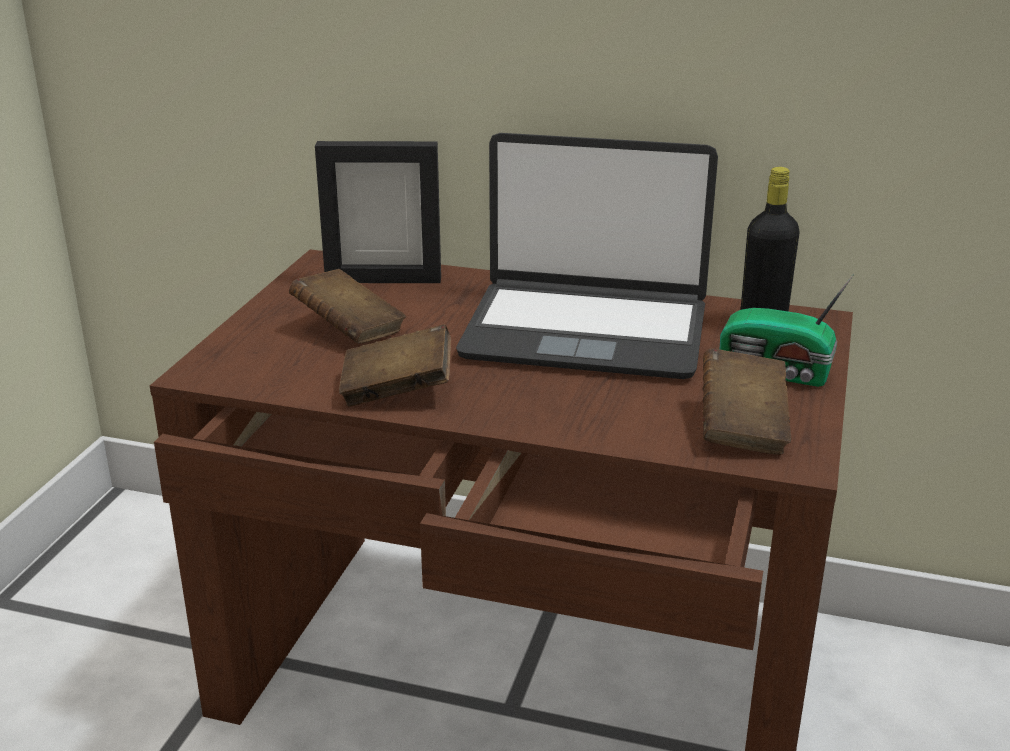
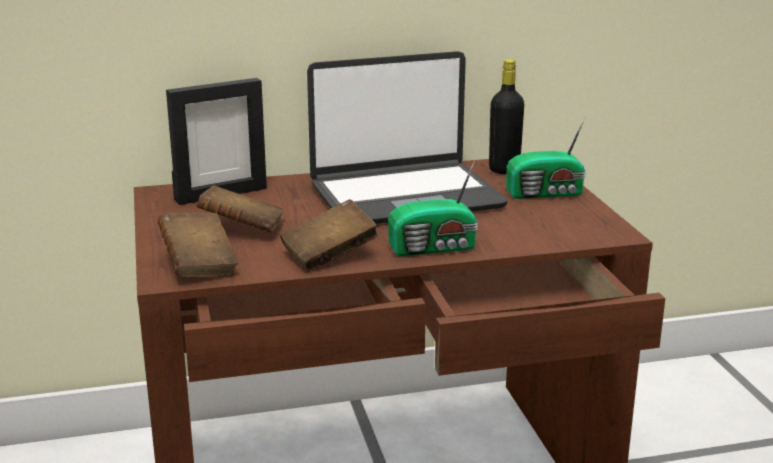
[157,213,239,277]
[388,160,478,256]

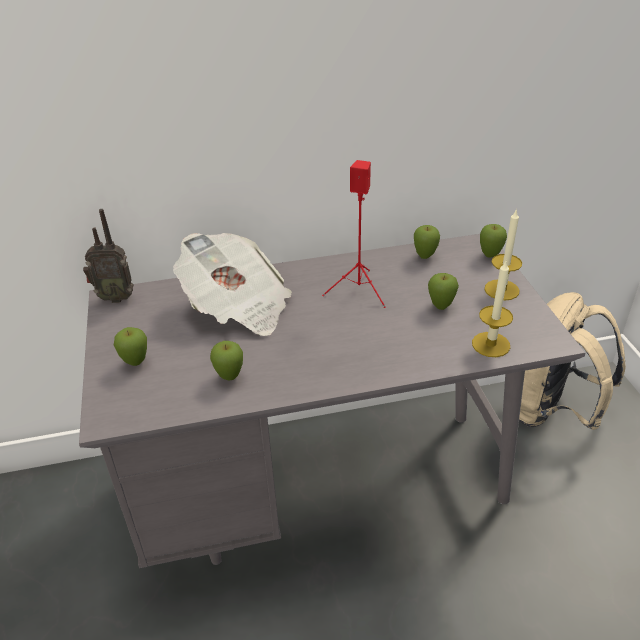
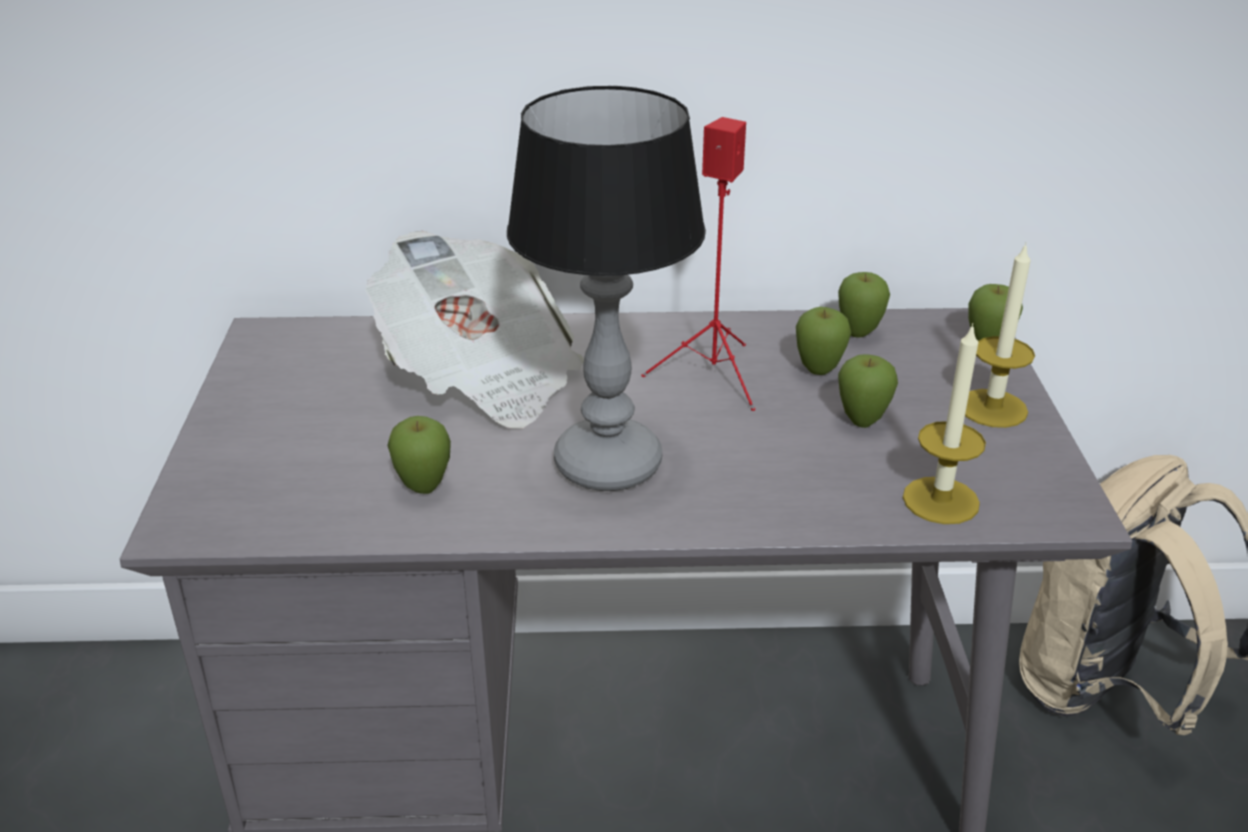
[83,209,134,303] (first image)
[796,307,851,375]
[507,86,706,491]

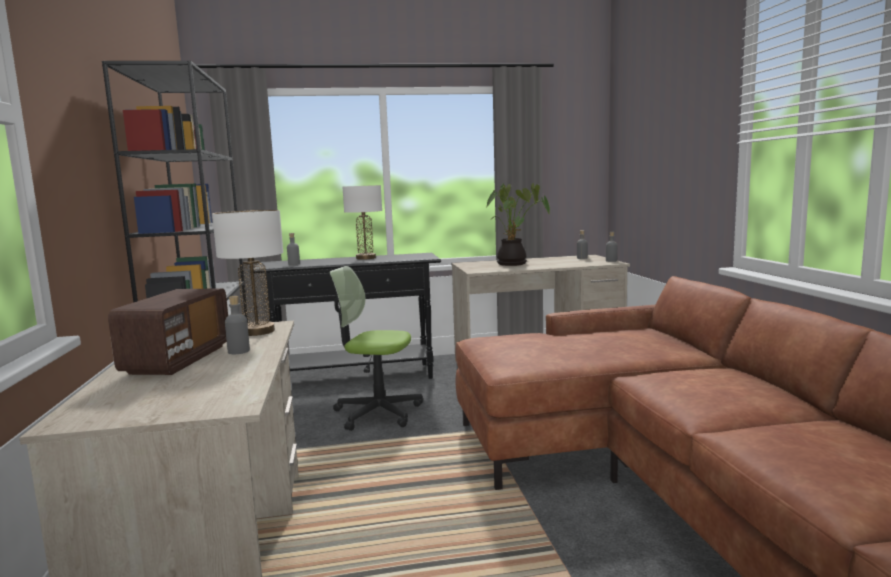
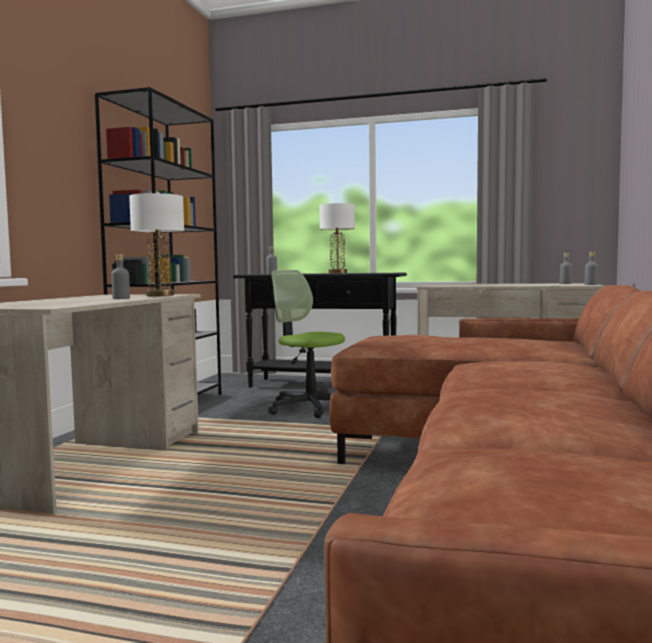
[108,288,228,375] (first image)
[486,183,550,266] (first image)

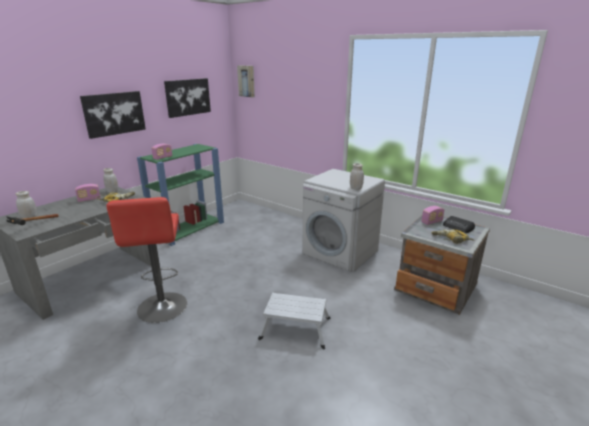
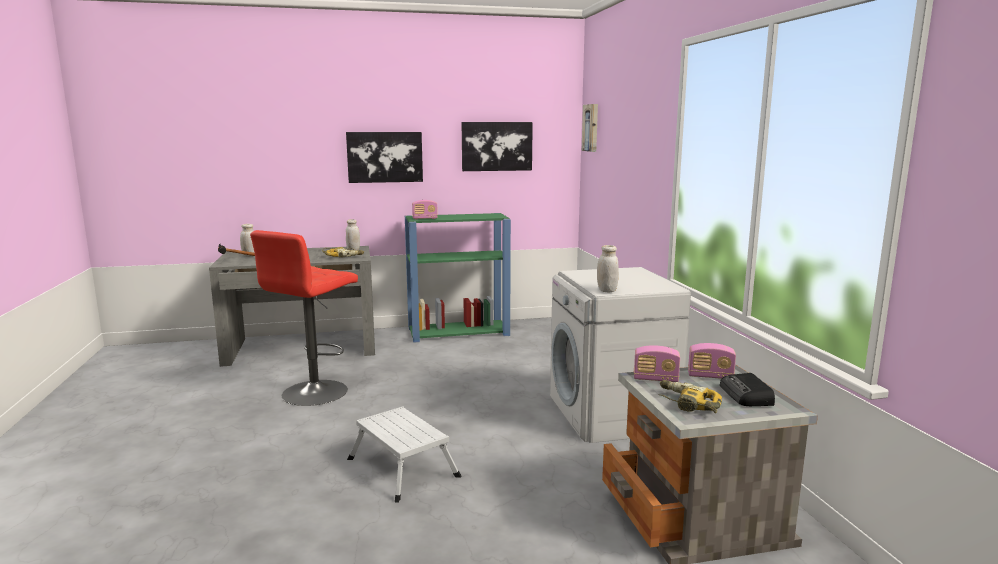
[634,345,680,382]

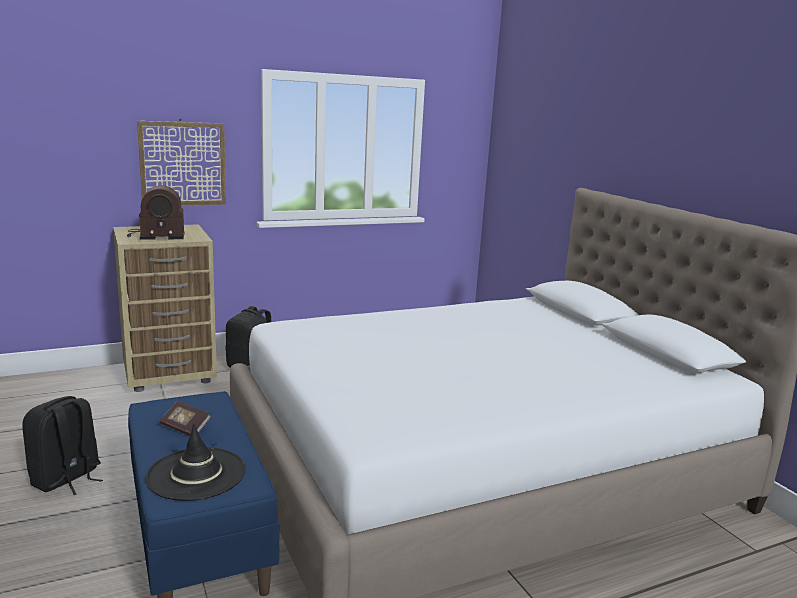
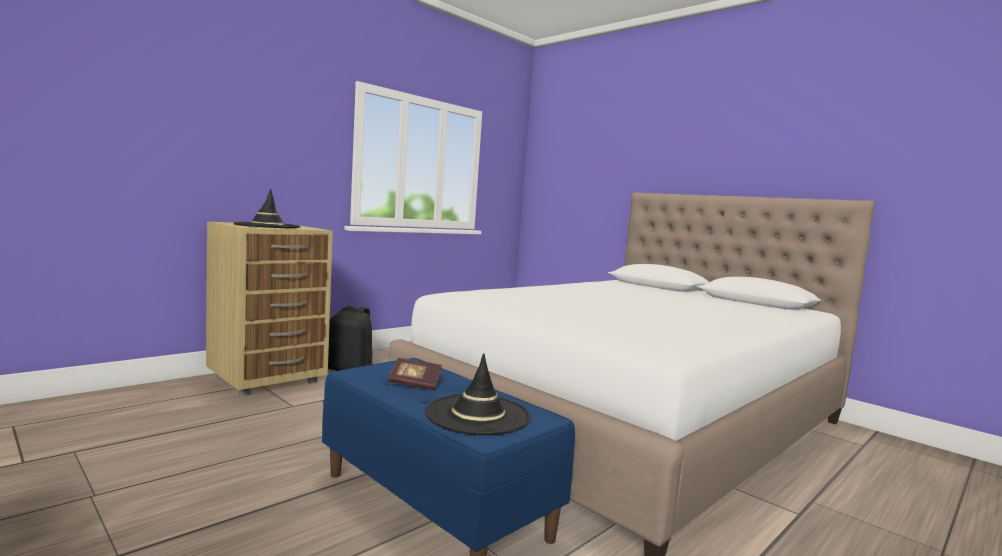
[22,396,103,495] (first image)
[234,188,300,228]
[137,119,226,205] (first image)

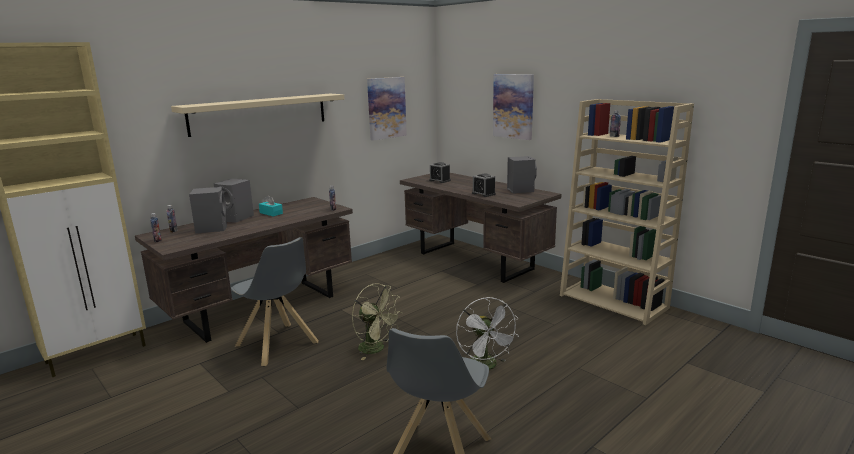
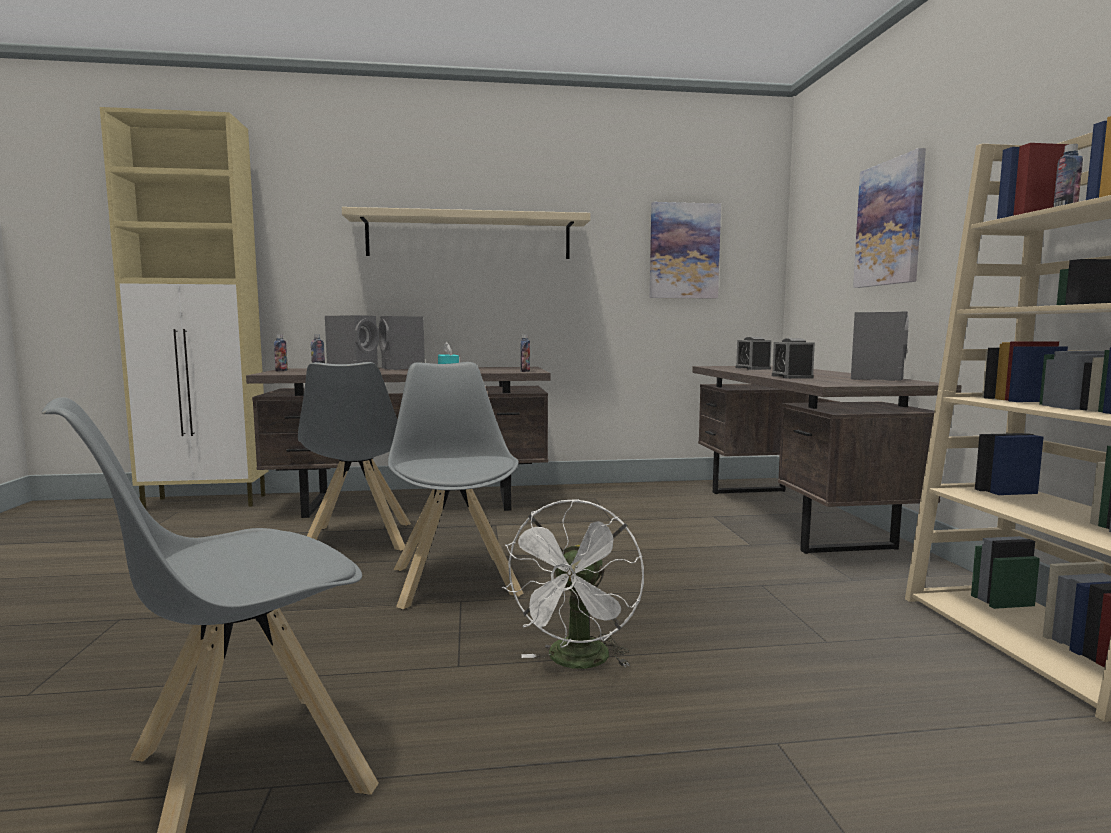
[388,362,523,609]

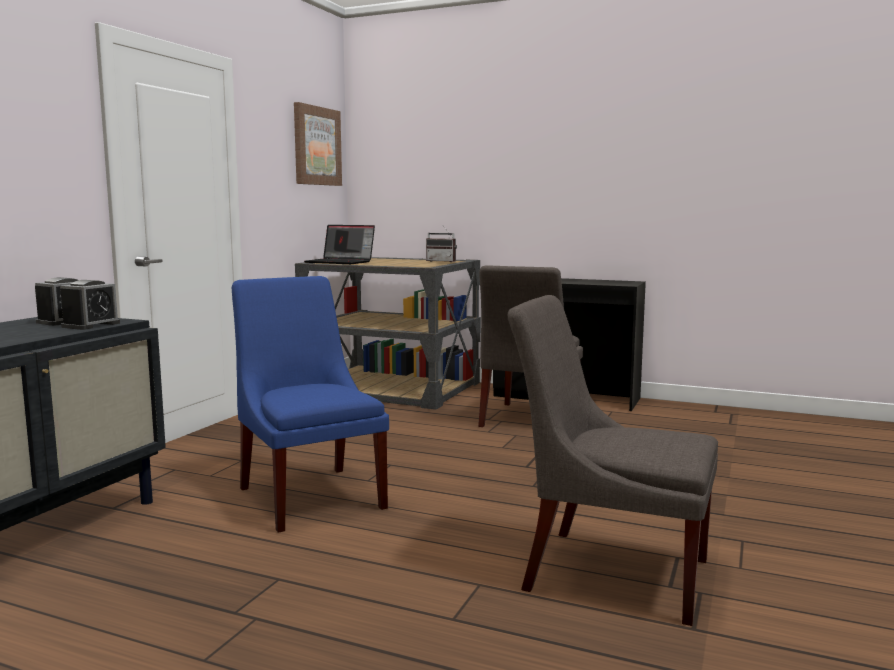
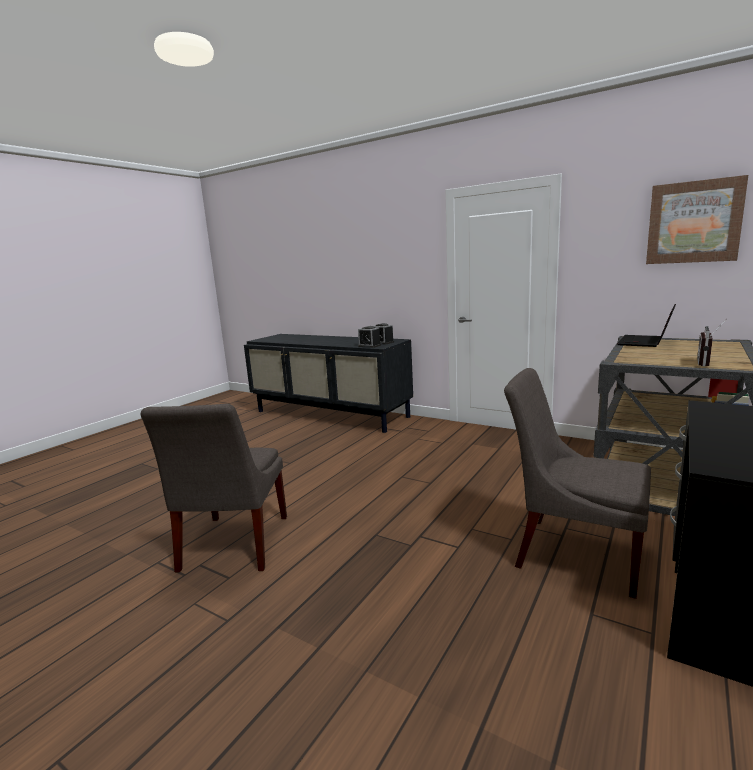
[232,276,389,533] (first image)
[141,404,287,572]

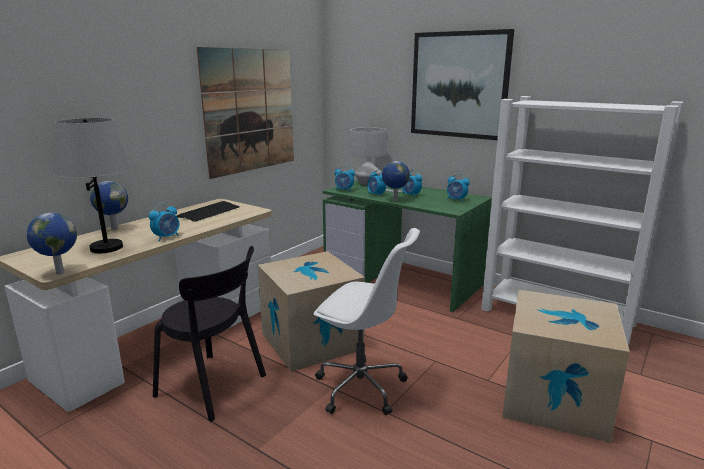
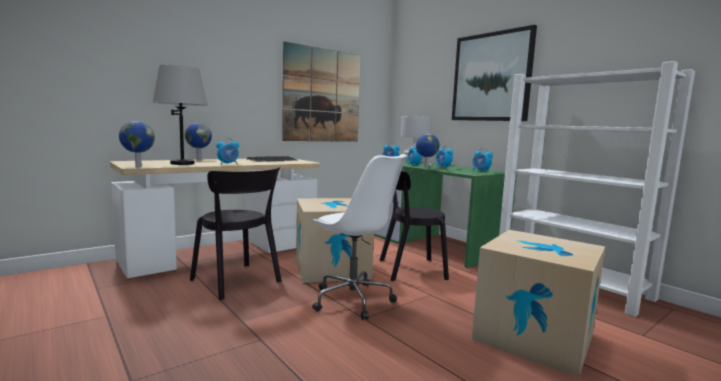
[379,171,449,281]

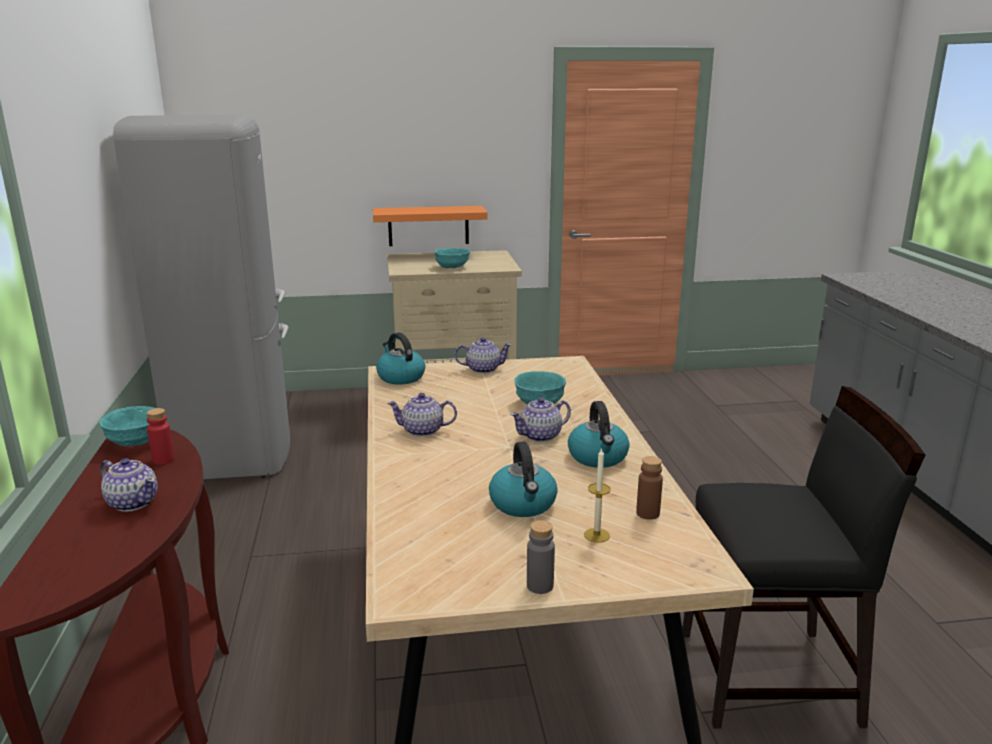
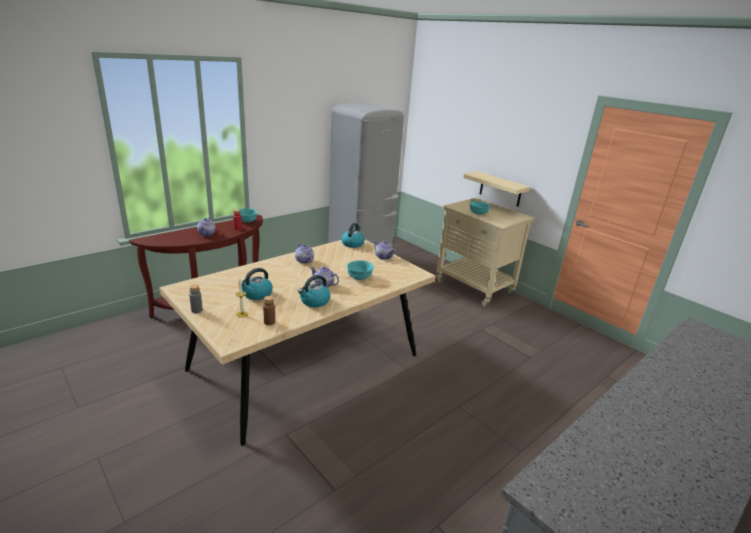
[462,171,531,207]
[683,386,925,729] (first image)

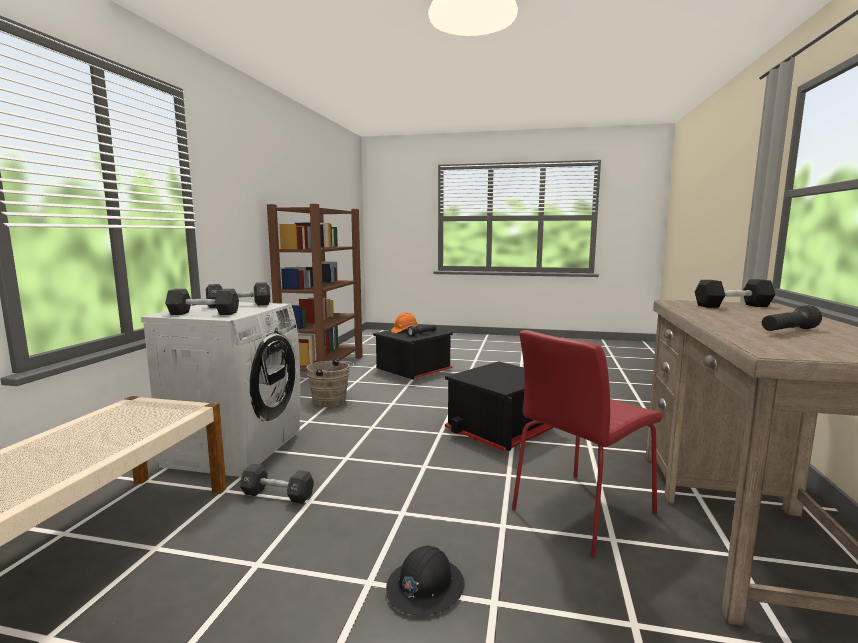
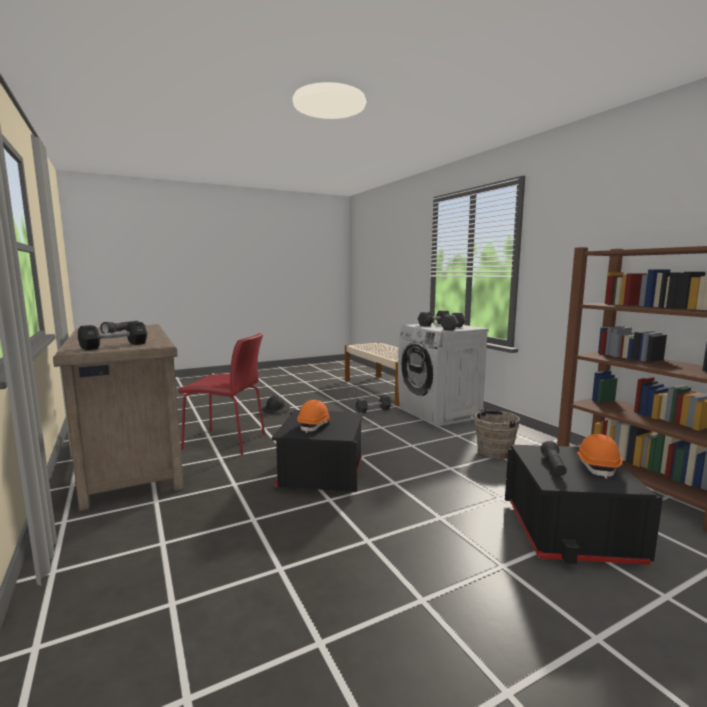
[178,333,265,455]
[297,400,332,433]

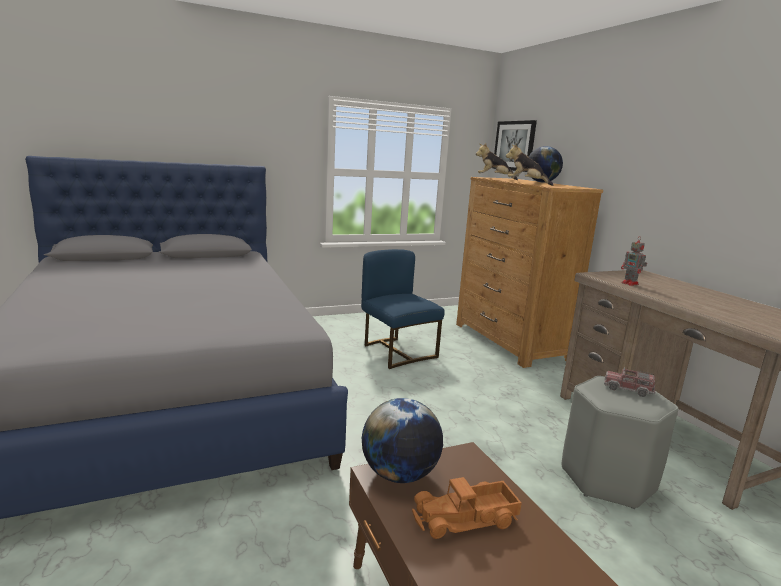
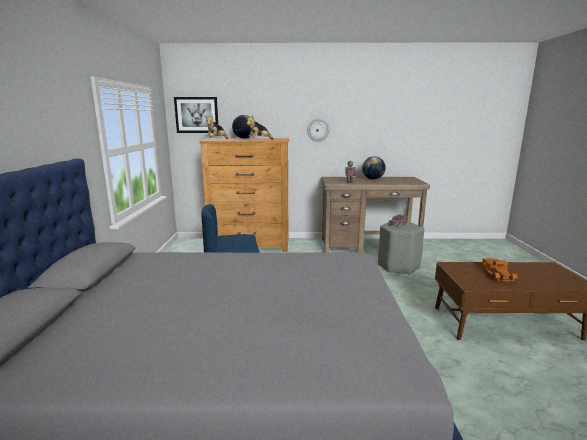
[362,156,386,179]
[307,119,329,142]

